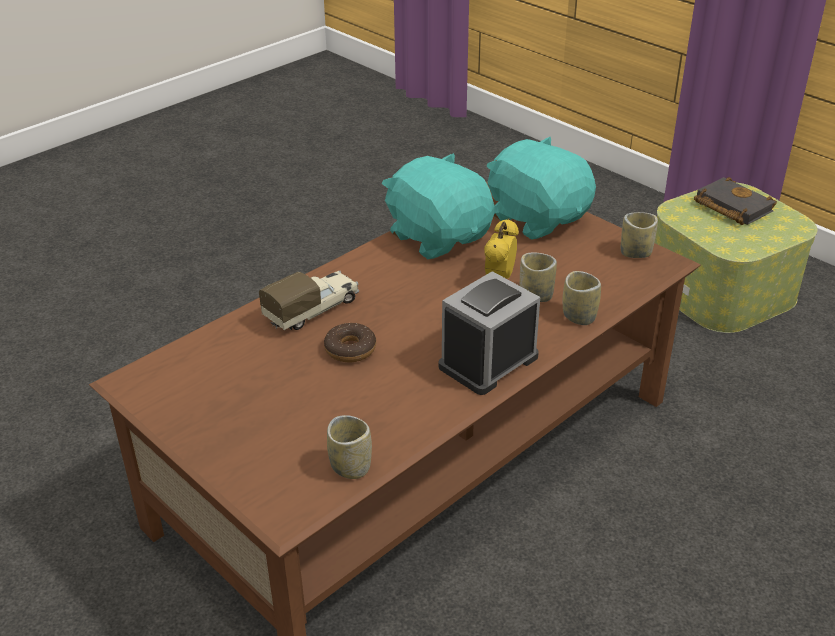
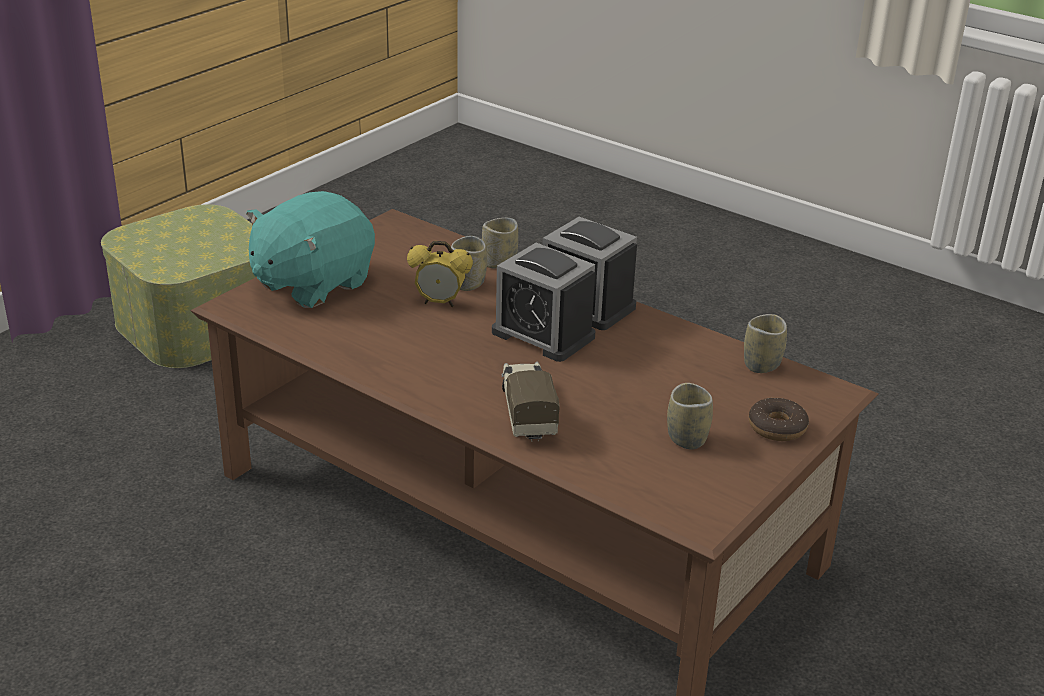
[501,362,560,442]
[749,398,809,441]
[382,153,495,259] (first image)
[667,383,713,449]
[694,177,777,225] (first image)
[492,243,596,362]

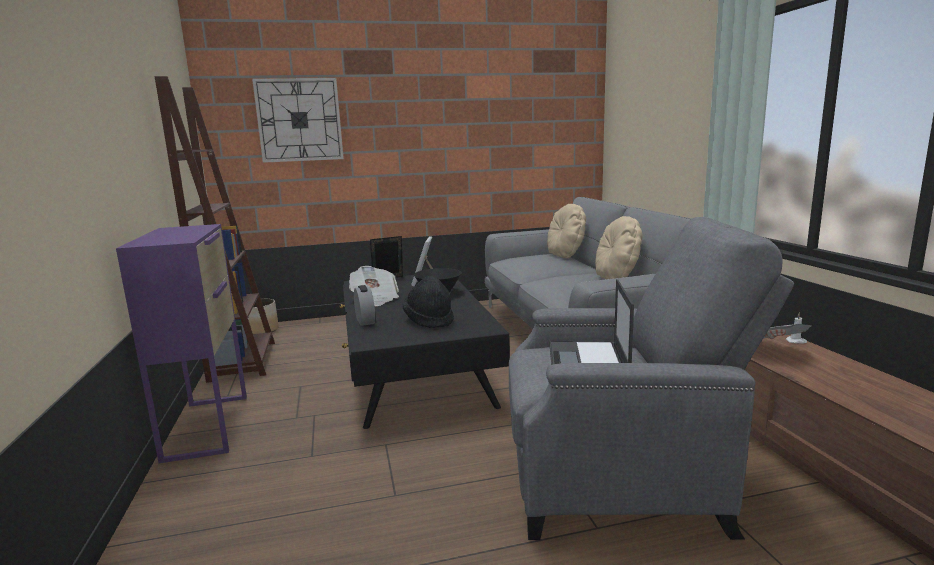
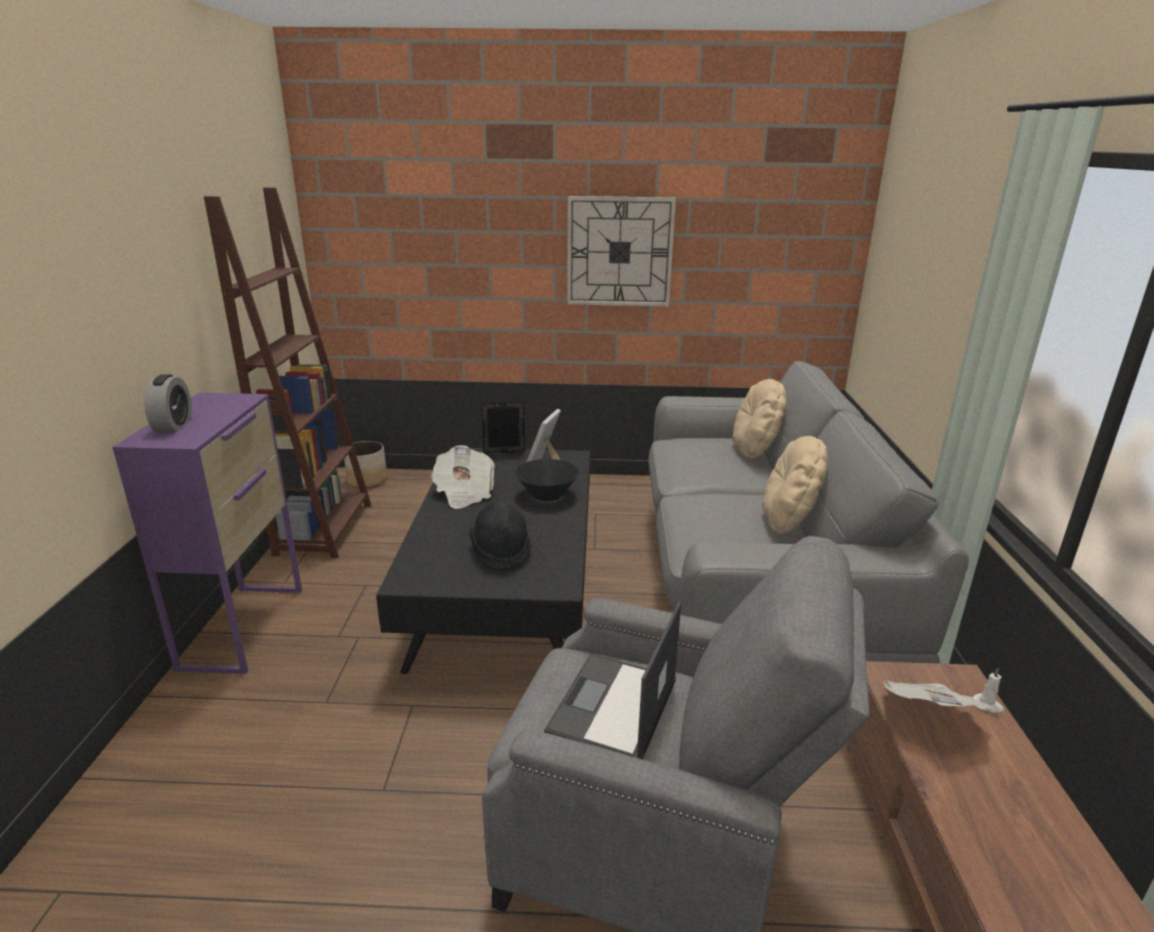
[567,196,676,306]
[144,374,192,433]

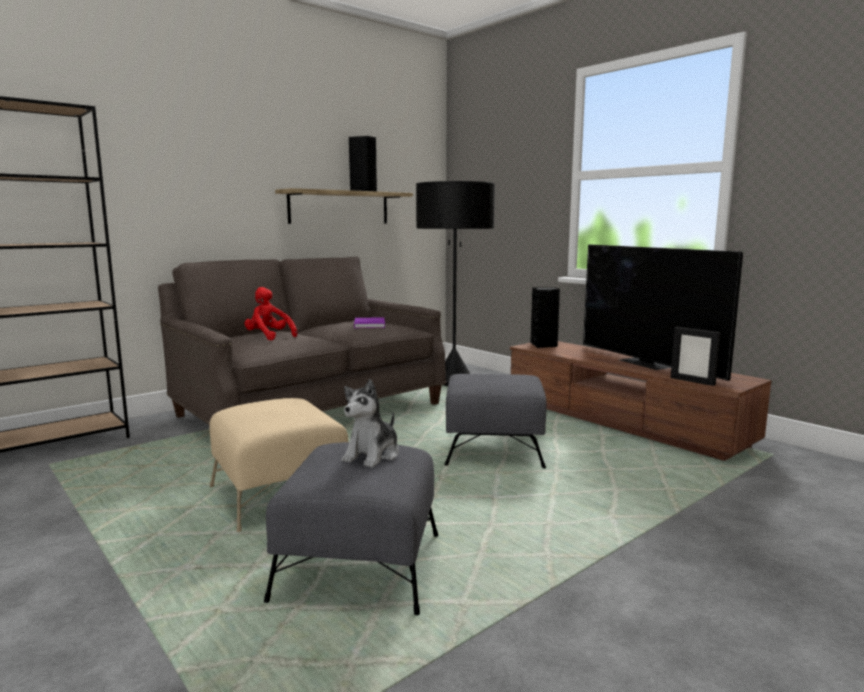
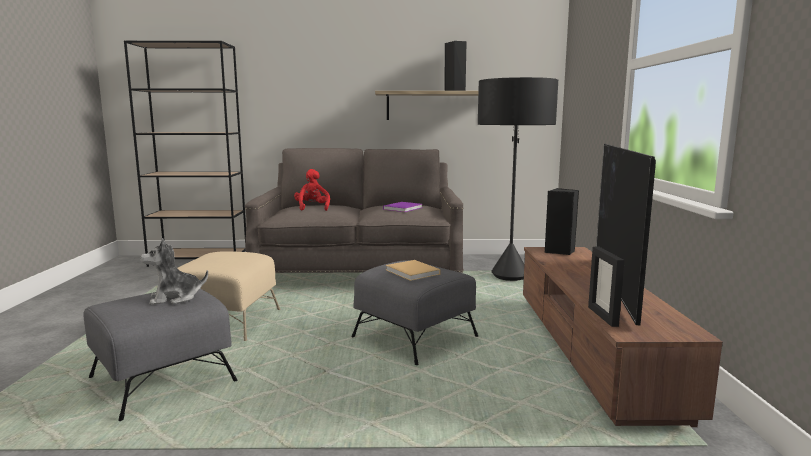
[385,260,440,281]

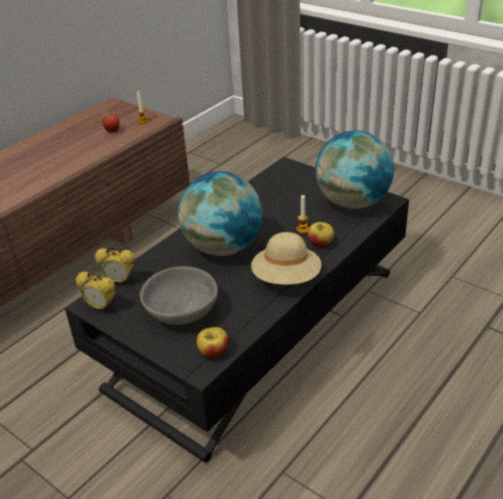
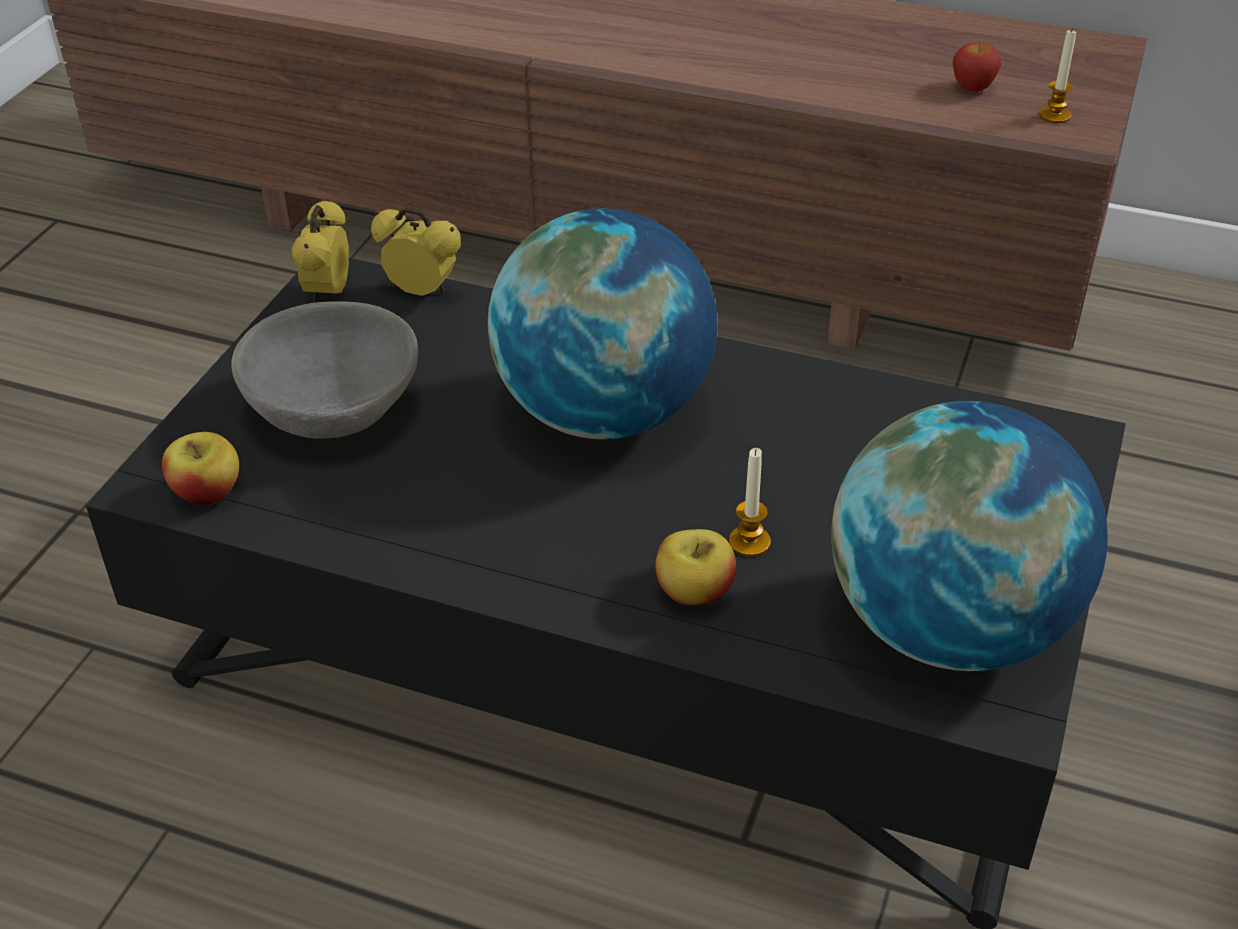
[371,206,461,296]
[251,232,321,285] (first image)

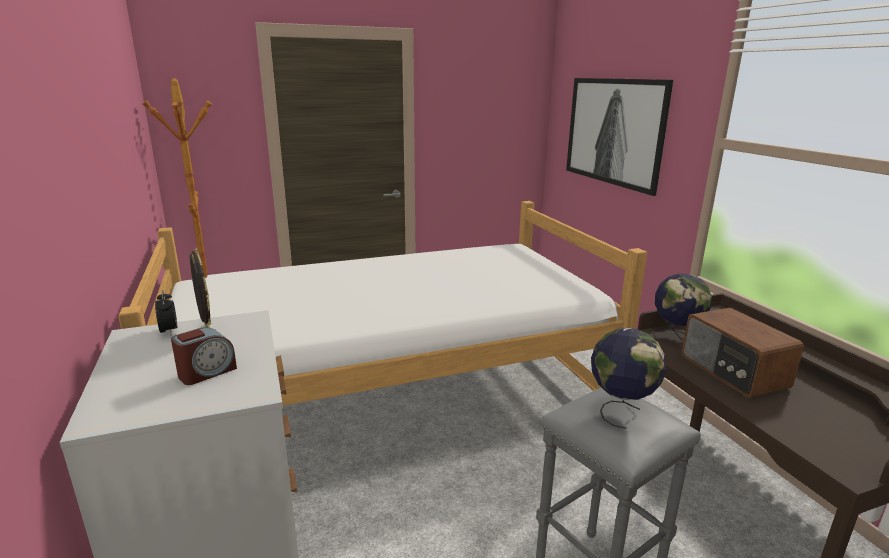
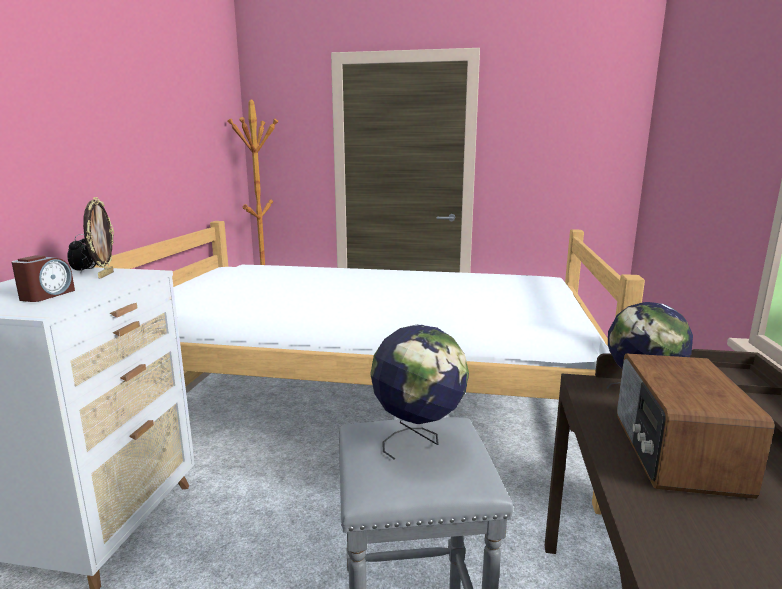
[12,255,75,302]
[566,78,673,196] (first image)

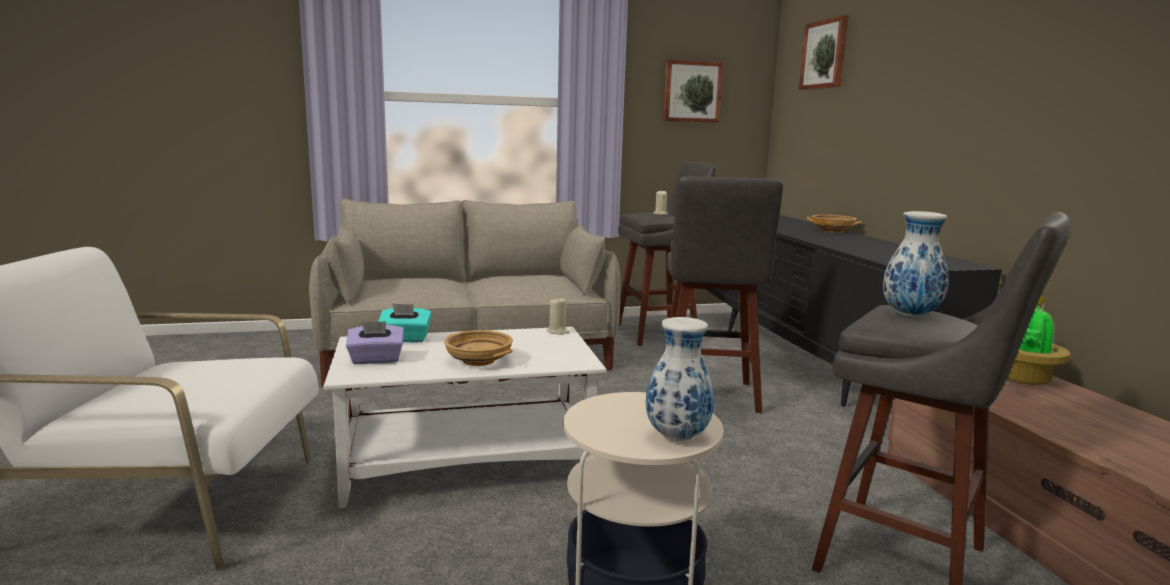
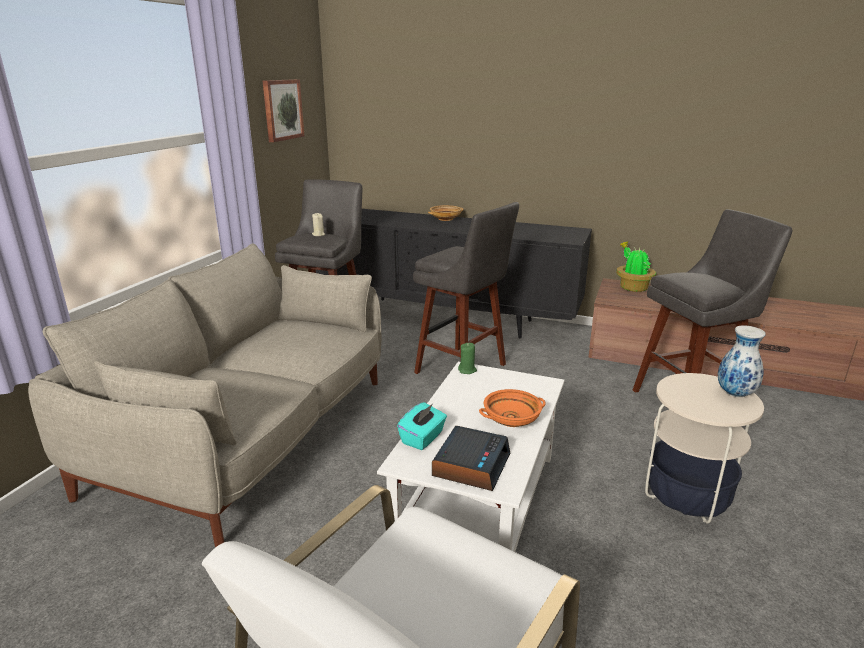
[432,426,510,491]
[479,389,546,427]
[458,343,477,374]
[799,15,848,90] (first image)
[883,211,949,317] (first image)

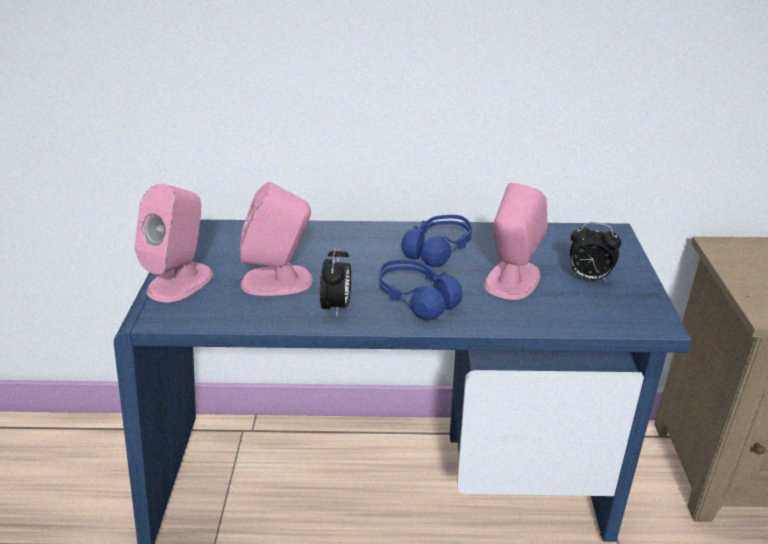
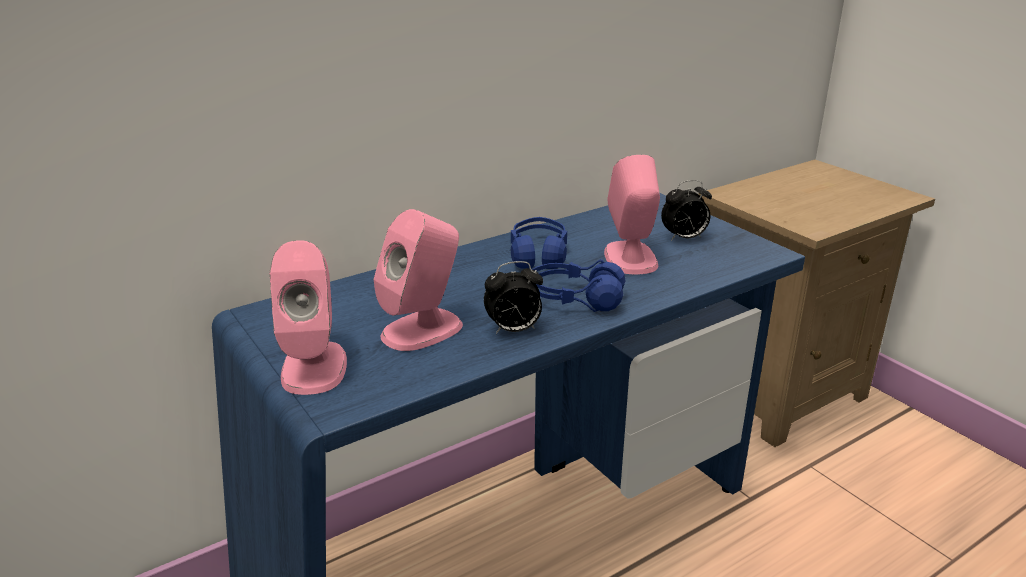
[484,261,543,334]

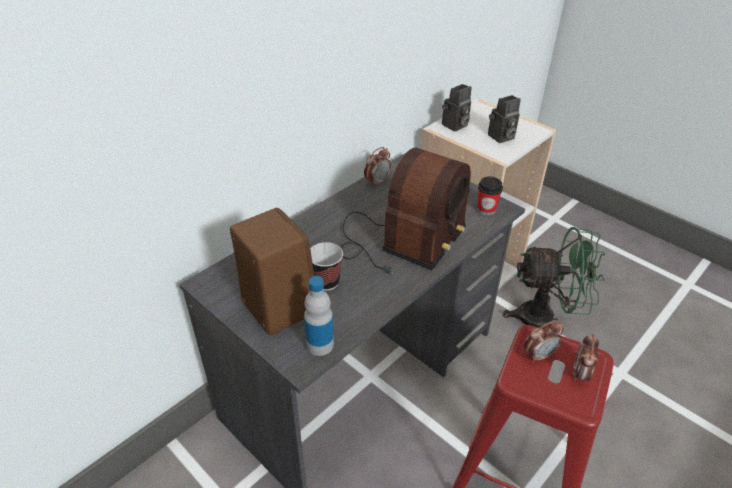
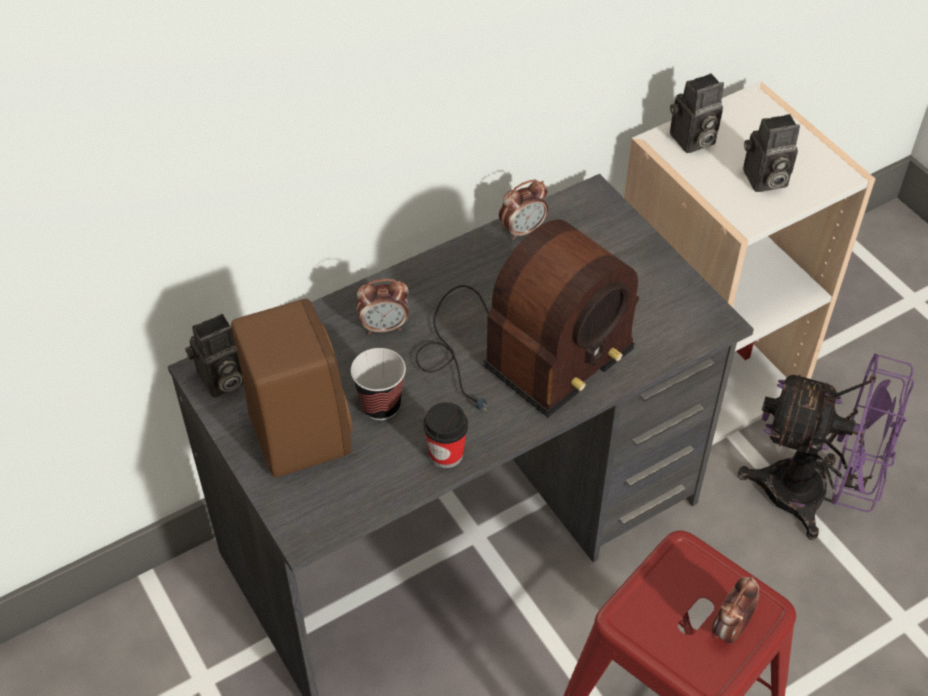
[304,276,334,356] (first image)
[423,402,468,468]
[738,354,914,540]
[357,279,409,334]
[185,314,244,398]

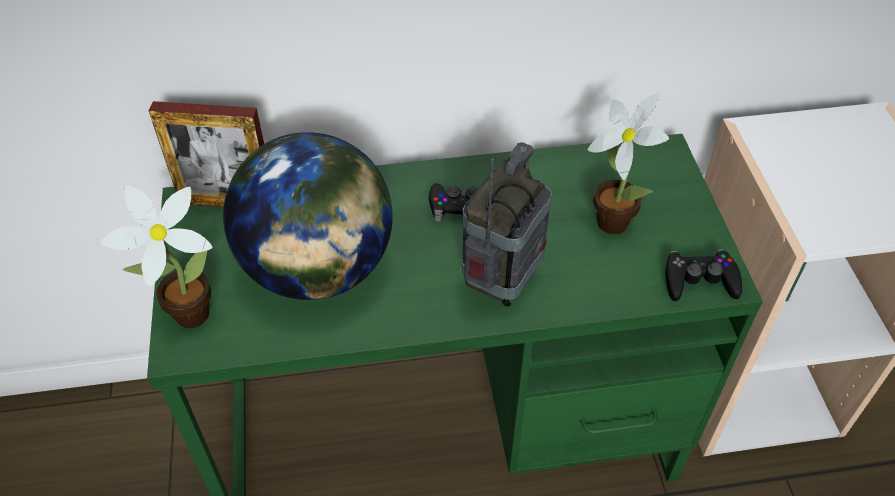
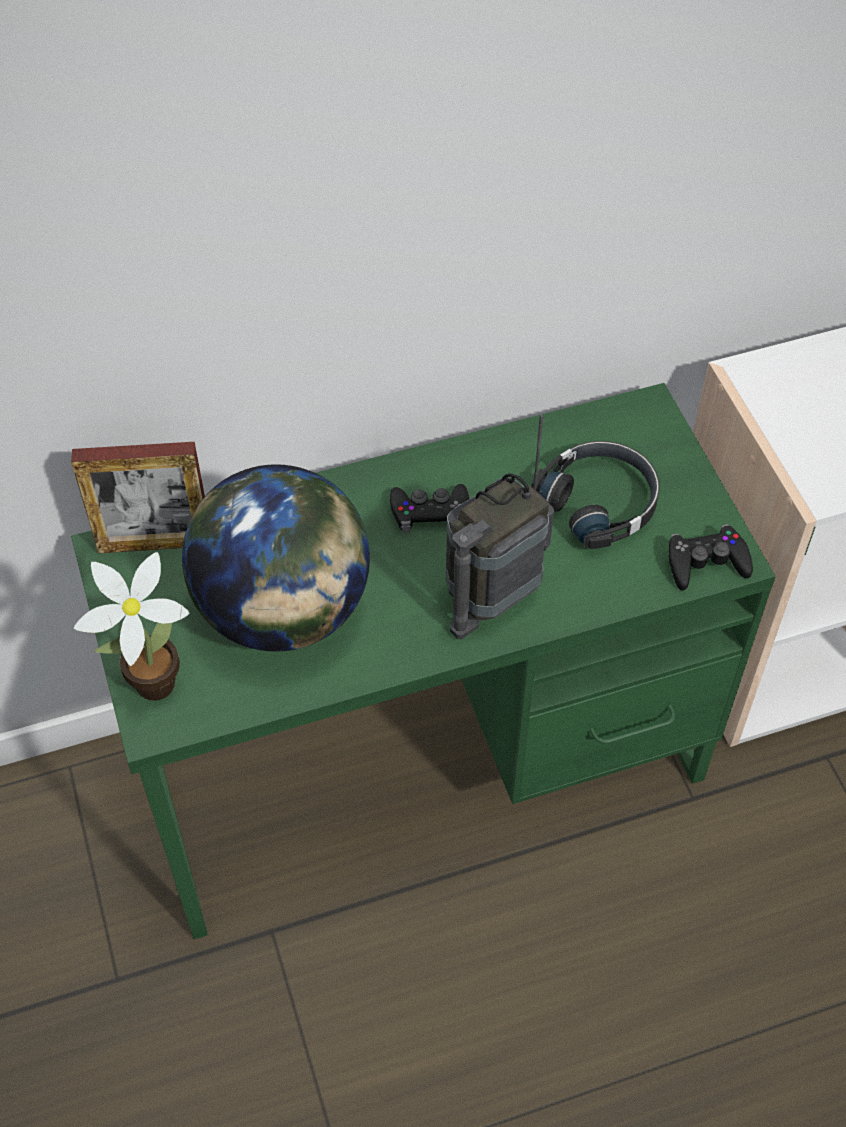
[446,414,554,639]
[531,441,660,549]

